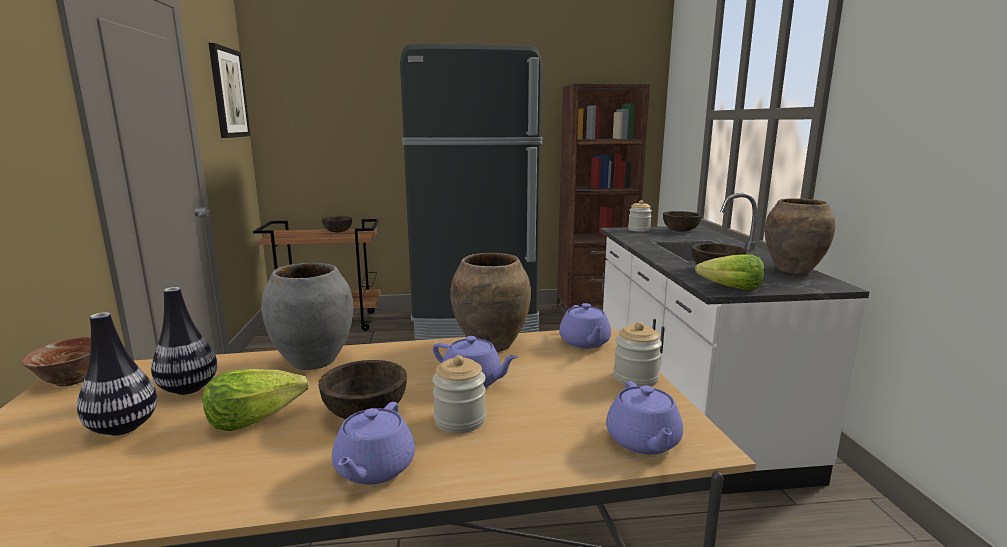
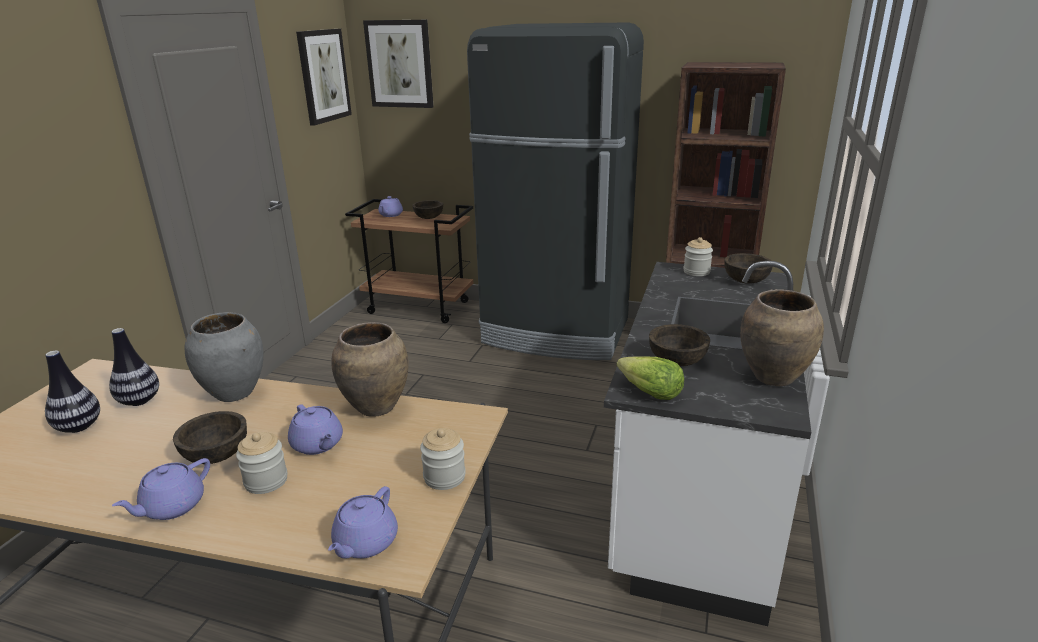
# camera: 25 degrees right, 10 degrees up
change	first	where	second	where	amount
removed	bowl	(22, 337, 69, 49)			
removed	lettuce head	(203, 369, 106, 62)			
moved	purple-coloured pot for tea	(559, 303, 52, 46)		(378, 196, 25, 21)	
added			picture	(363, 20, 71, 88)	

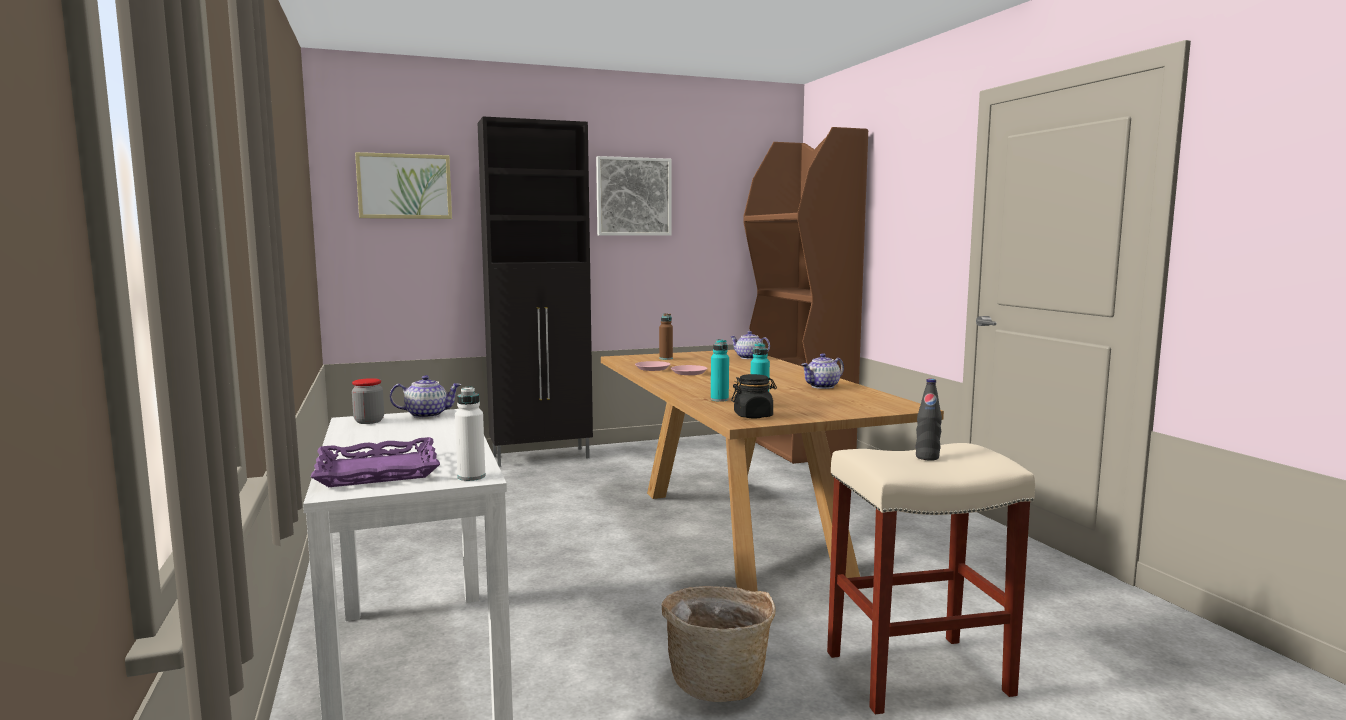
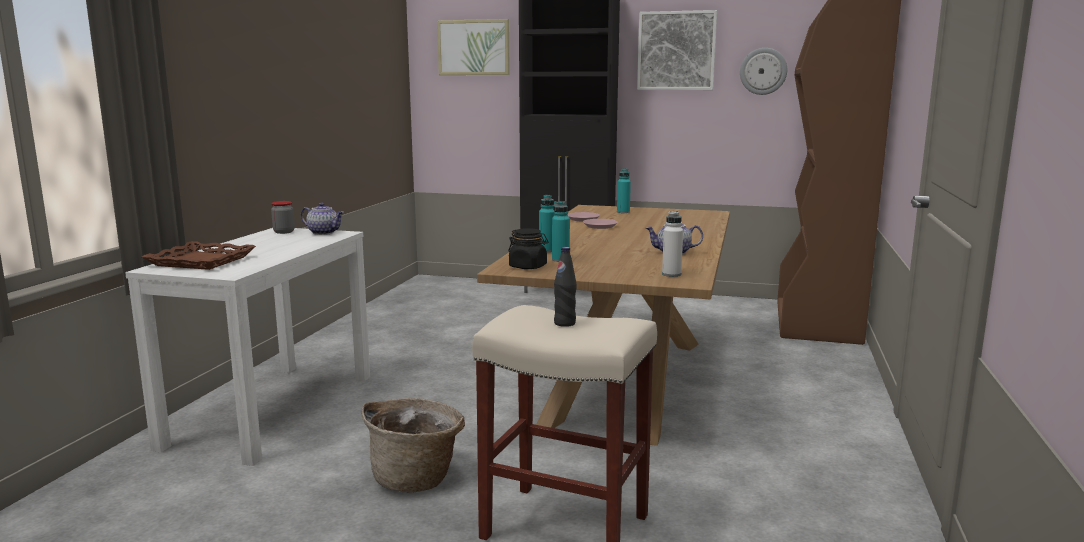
# camera: 35 degrees right, 5 degrees up
change	first	where	second	where	amount
recoloured	purple-coloured carrying tray	(311, 437, 129, 50)	brown-coloured carrying tray	(142, 241, 114, 29)	
moved	whitish beverage bottle	(455, 387, 31, 94)		(662, 211, 21, 66)	
recoloured	brown-coloured beverage bottle	(659, 313, 14, 47)	blue-green beverage bottle	(617, 168, 14, 45)	
removed	pot for tea	(731, 331, 39, 28)			
added			hanging clock	(740, 48, 47, 47)	

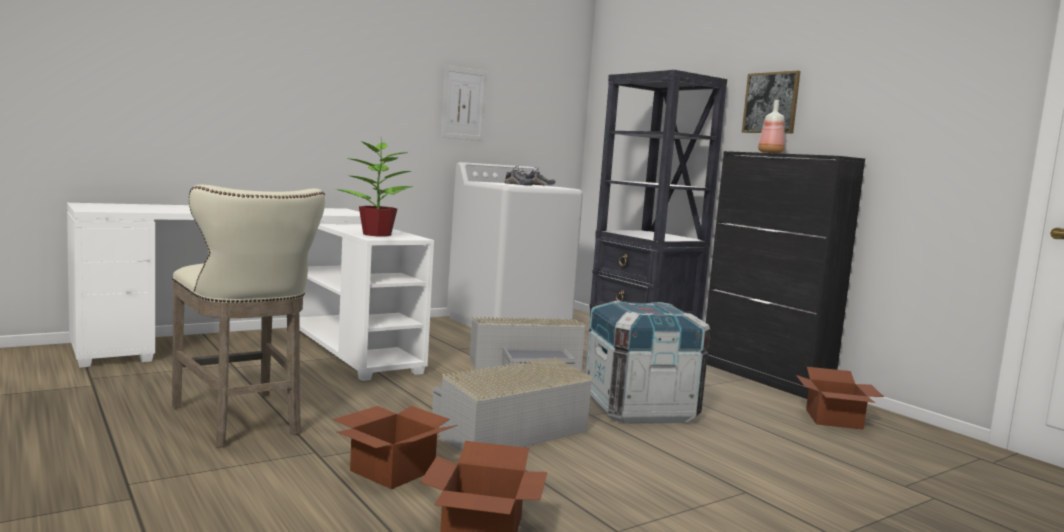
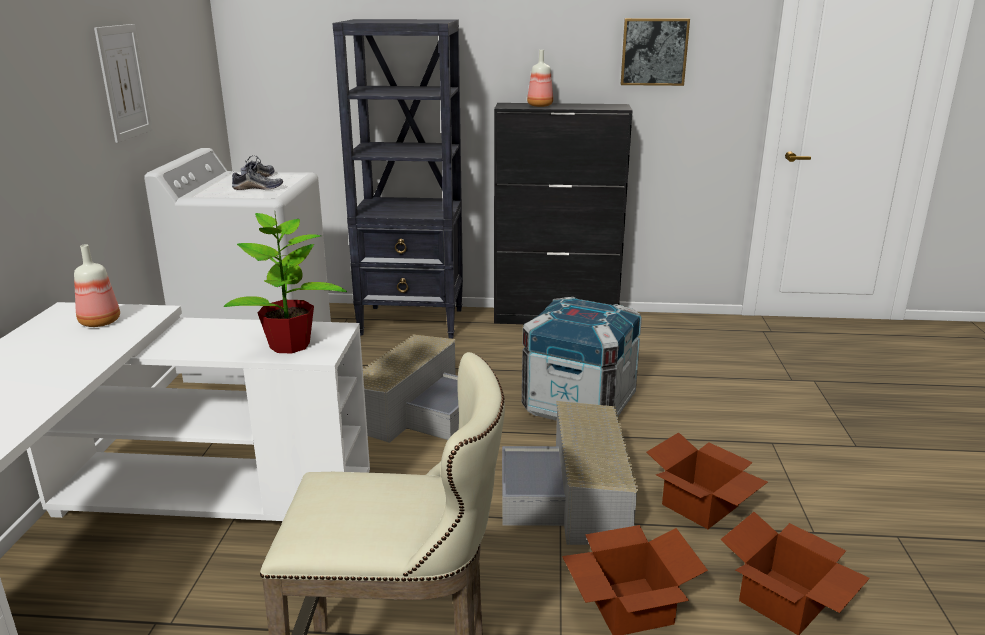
# camera: 50 degrees left, 15 degrees up
change	first	where	second	where	amount
moved	picture	(742, 71, 59, 63)		(621, 18, 69, 68)	
moved	cardboard box	(796, 367, 88, 63)		(647, 432, 121, 97)	
added			beverage bottle	(74, 244, 46, 83)	

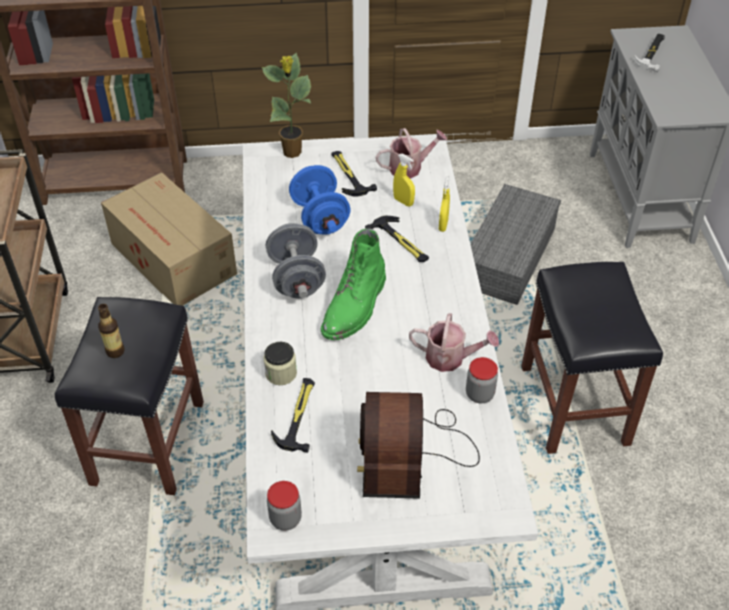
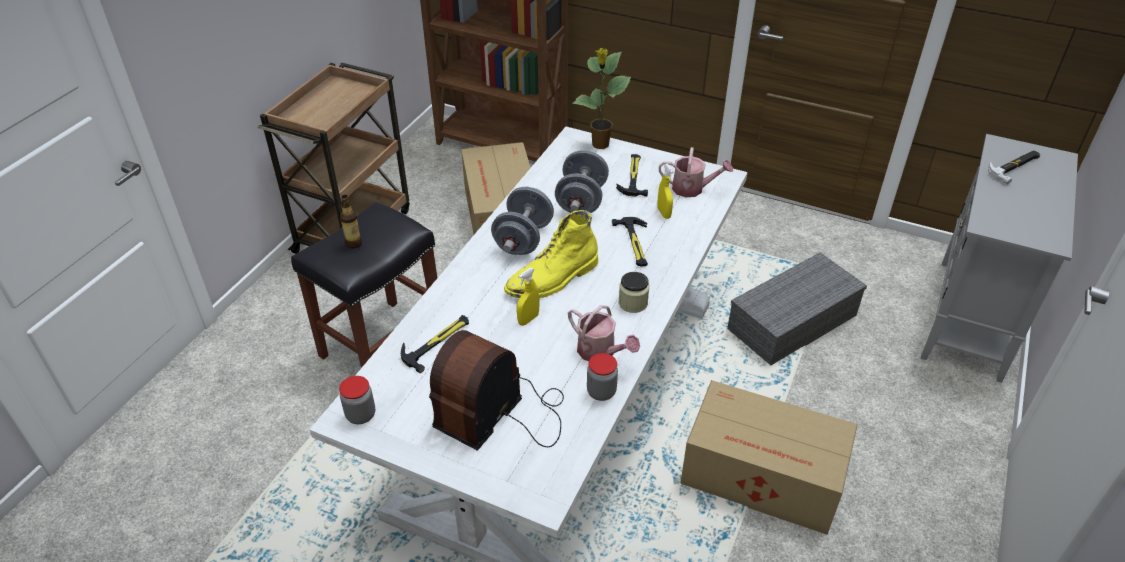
# camera: 30 degrees right, 5 degrees down
change	first	where	second	where	amount
moved	storage jar	(263, 342, 34, 43)		(619, 272, 30, 41)	
recoloured	blue-coloured free weight	(289, 165, 61, 69)	grey free weight	(555, 150, 54, 63)	
recoloured	greenish tall boot	(321, 229, 65, 111)	yellow tall boot	(504, 210, 95, 88)	
moved	yellow sprayer	(439, 176, 11, 56)		(517, 268, 23, 58)	
replaced	blackish stool seat	(521, 262, 142, 192)	cardboard box	(680, 380, 178, 155)	

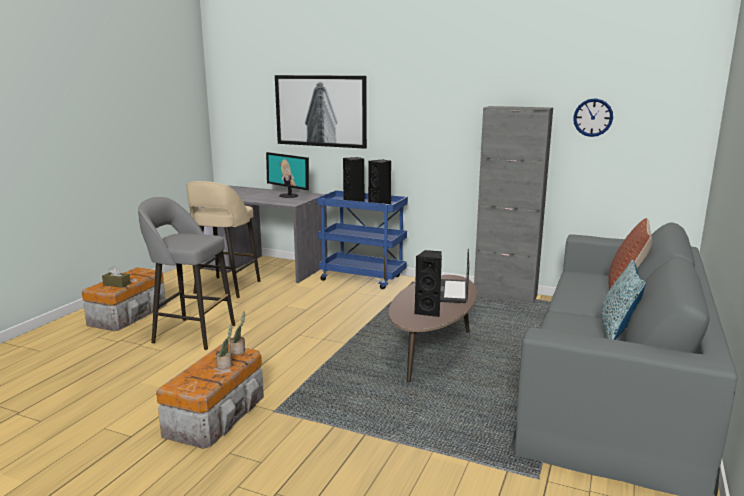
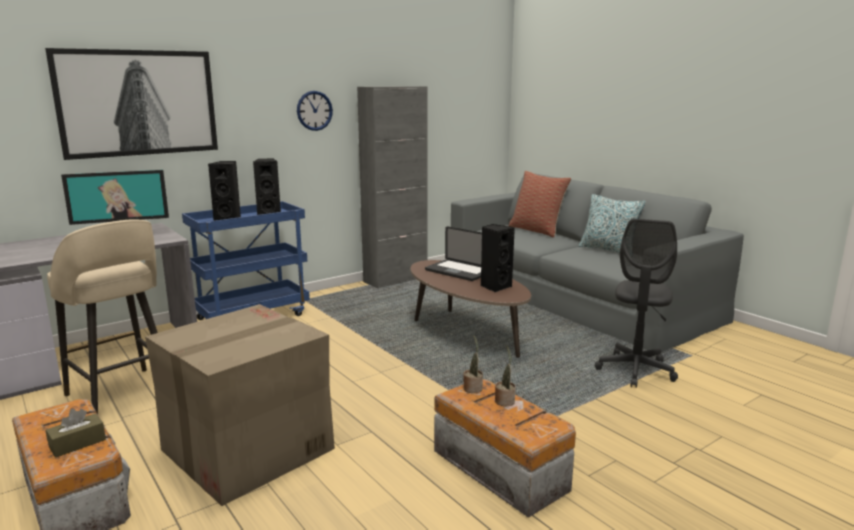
# camera: 60 degrees left, 0 degrees up
change	first	where	second	where	amount
replaced	grey stool seat	(138, 197, 97, 153)	cardboard box	(145, 304, 190, 202)	
moved	hanging clock	(573, 98, 40, 39)		(297, 91, 36, 40)	
added			grey desk chair	(595, 219, 83, 169)	

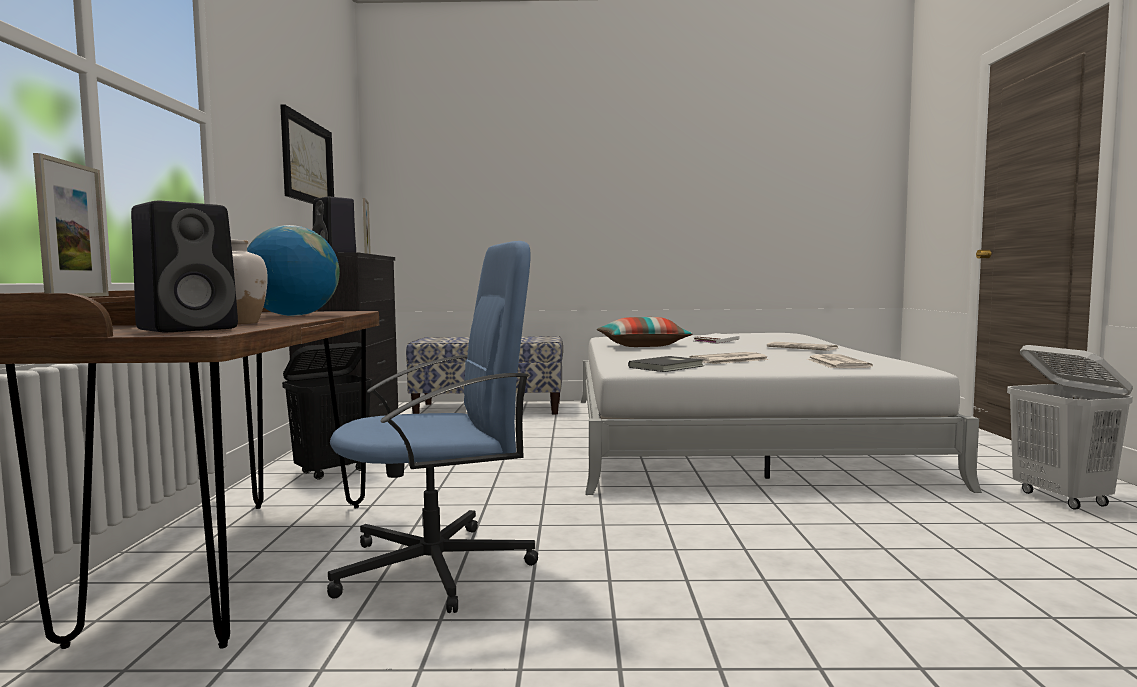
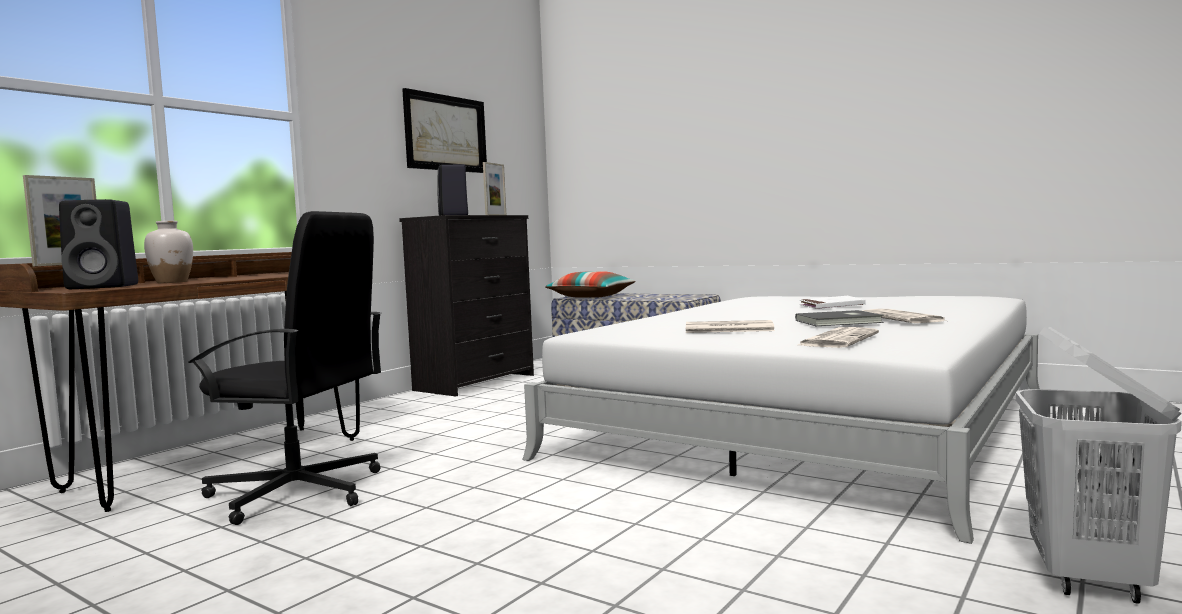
# camera: 35 degrees right, 0 degrees up
change	first	where	second	where	amount
removed	globe	(247, 225, 93, 91)			
removed	blackish hamper	(282, 342, 90, 138)			
recoloured	blue-coloured desk chair	(327, 241, 211, 372)	blackish desk chair	(188, 211, 194, 314)	
moved	pillow	(597, 317, 96, 30)		(545, 271, 91, 27)	
moved	grey book	(628, 356, 76, 16)		(795, 310, 88, 16)	

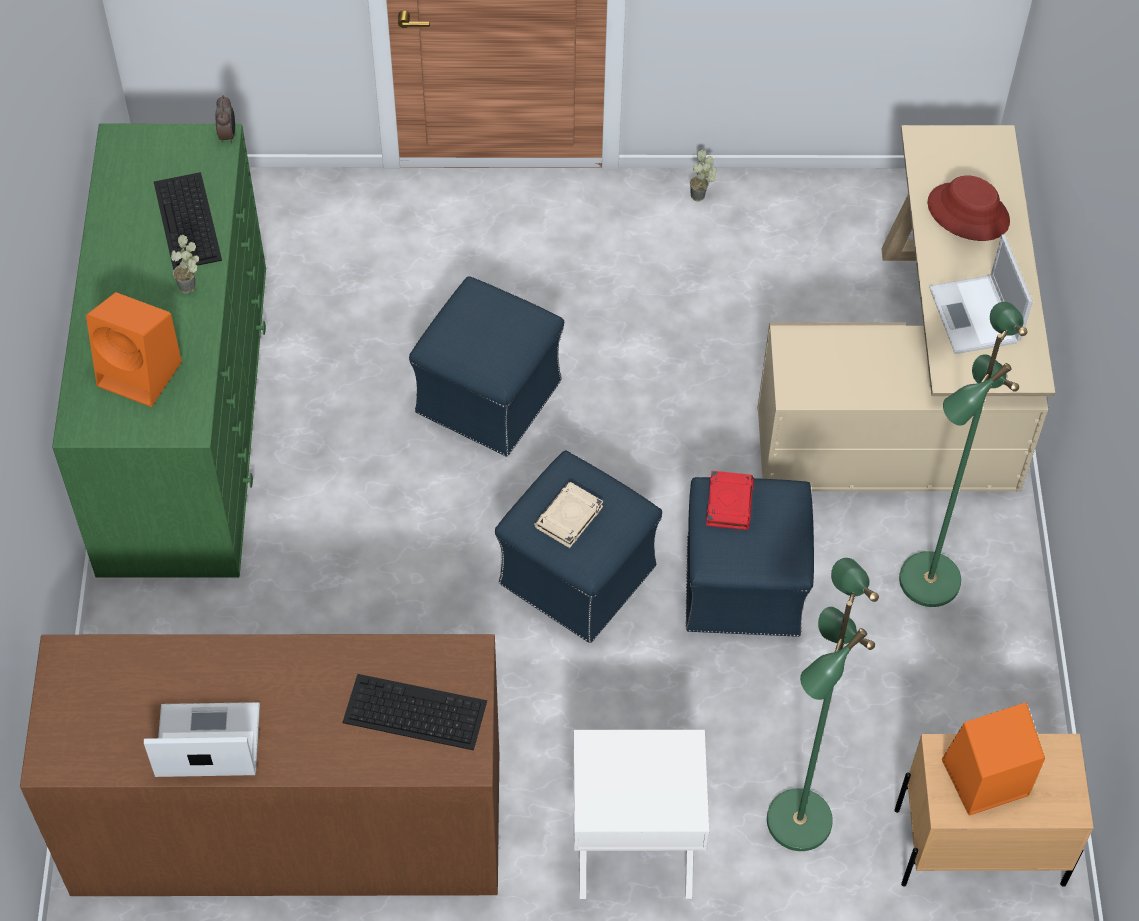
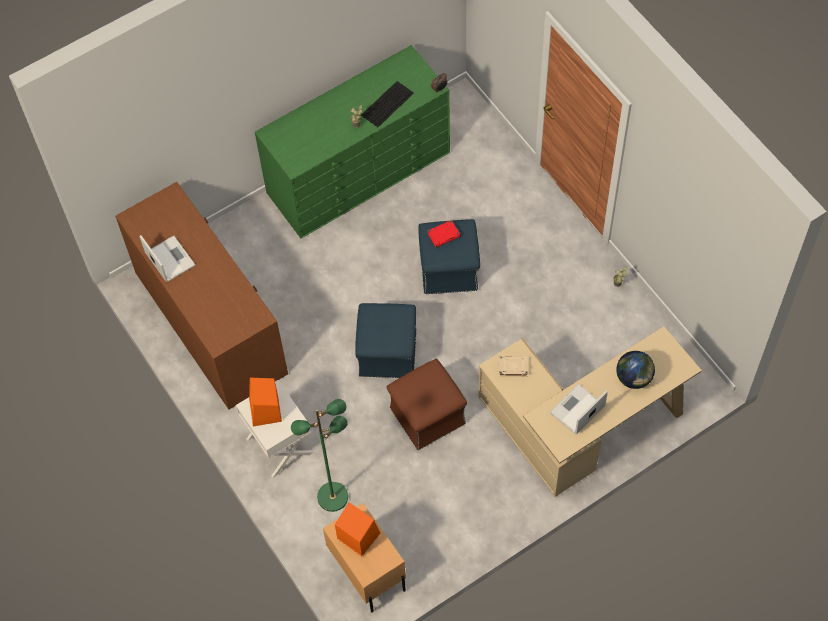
# camera: 60 degrees right, 5 degrees up
change	first	where	second	where	amount
moved	orange speaker	(86, 292, 96, 115)		(249, 378, 33, 48)	
removed	keyboard	(342, 674, 145, 76)			
moved	beige book	(534, 482, 69, 66)		(499, 356, 29, 21)	
recoloured	blue-coloured footrest	(685, 477, 129, 160)	brown-coloured footrest	(387, 359, 80, 91)	
moved	red-coloured book	(706, 471, 48, 59)		(428, 220, 33, 27)	
removed	greenish floor lamp	(899, 302, 128, 305)			
replaced	red-coloured clothing hat	(927, 176, 83, 65)	globe	(616, 351, 39, 38)	

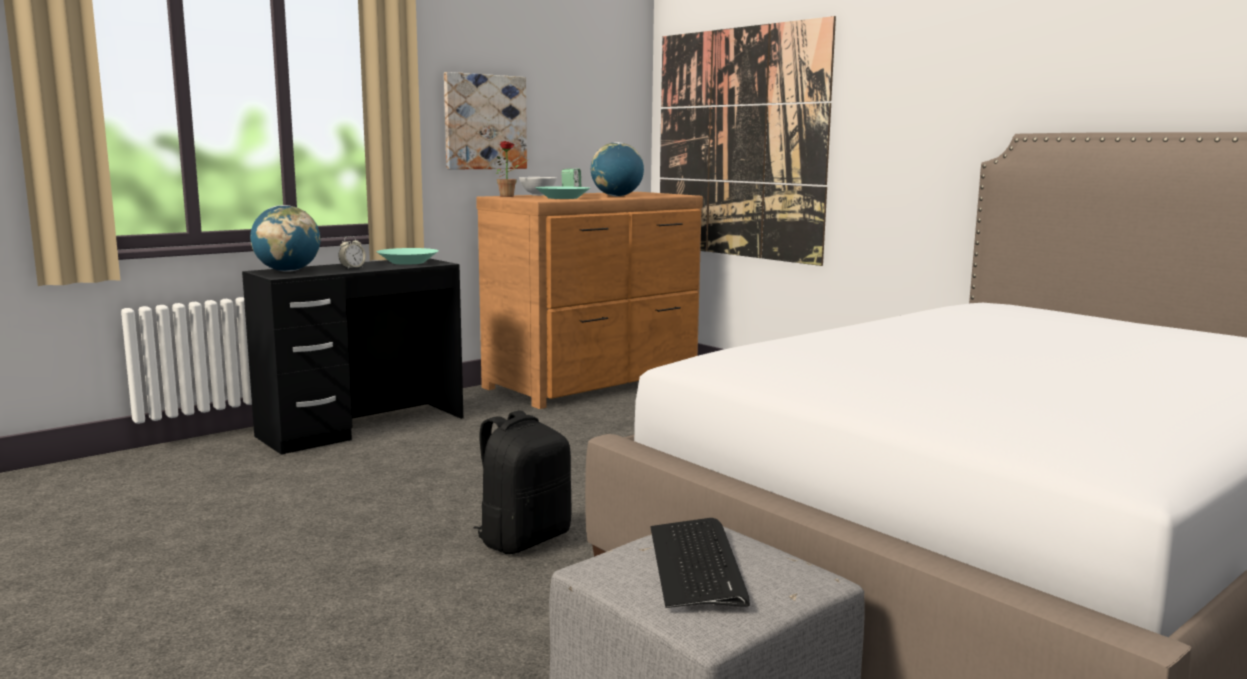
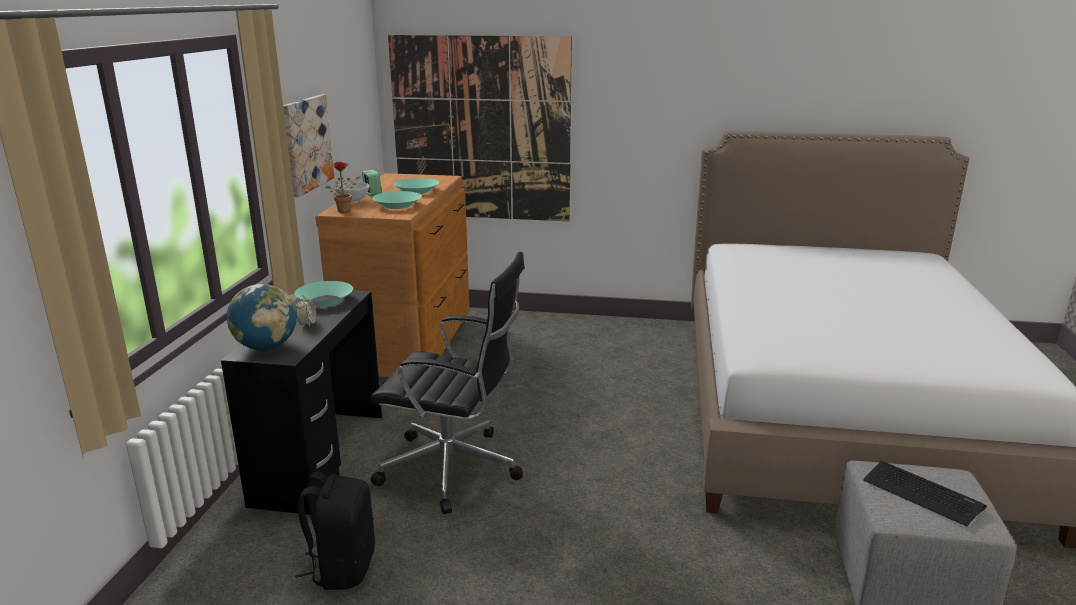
# camera: 40 degrees left, 10 degrees up
change	first	where	second	where	amount
moved	blackish knapsack	(473, 410, 98, 144)		(295, 471, 80, 119)	
replaced	globe	(591, 142, 53, 54)	blue-green bowl	(393, 178, 46, 16)	
added			blackish desk chair	(370, 252, 155, 262)	

